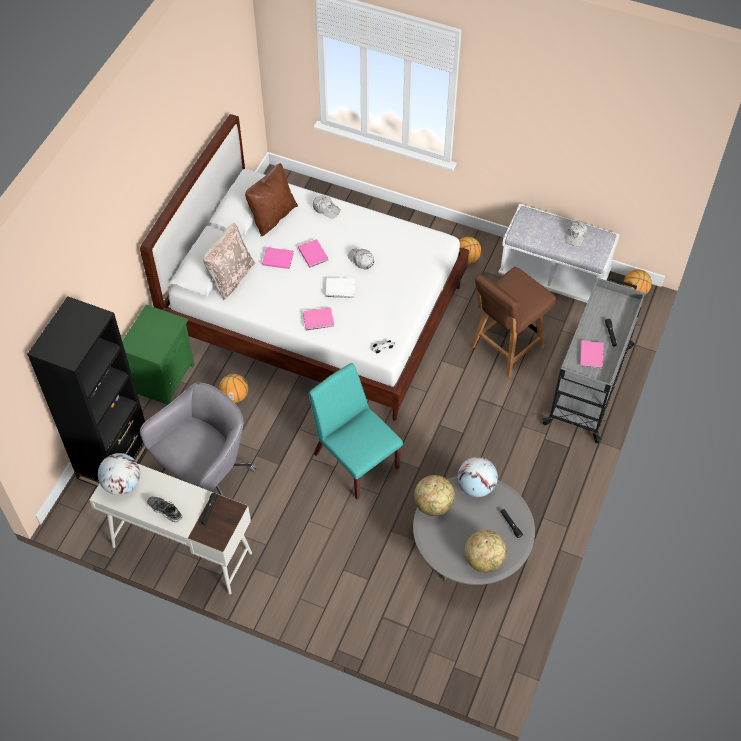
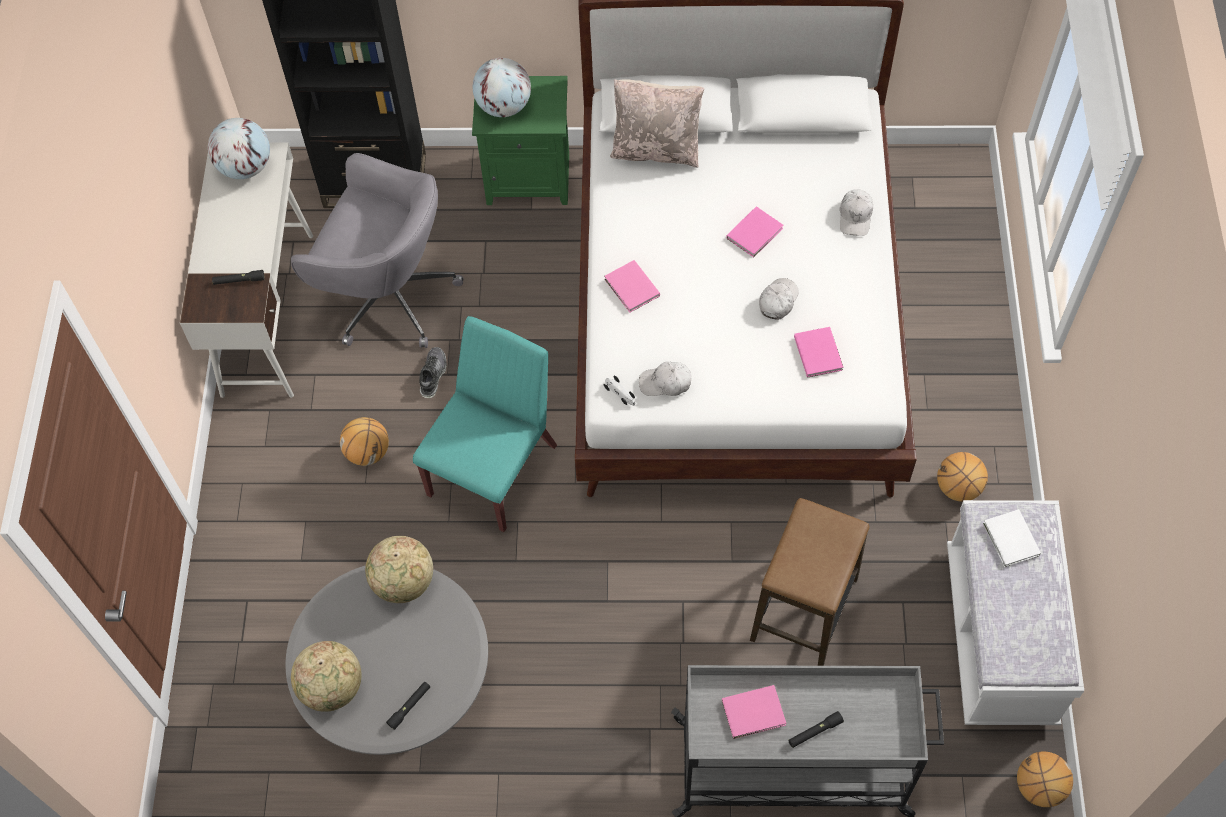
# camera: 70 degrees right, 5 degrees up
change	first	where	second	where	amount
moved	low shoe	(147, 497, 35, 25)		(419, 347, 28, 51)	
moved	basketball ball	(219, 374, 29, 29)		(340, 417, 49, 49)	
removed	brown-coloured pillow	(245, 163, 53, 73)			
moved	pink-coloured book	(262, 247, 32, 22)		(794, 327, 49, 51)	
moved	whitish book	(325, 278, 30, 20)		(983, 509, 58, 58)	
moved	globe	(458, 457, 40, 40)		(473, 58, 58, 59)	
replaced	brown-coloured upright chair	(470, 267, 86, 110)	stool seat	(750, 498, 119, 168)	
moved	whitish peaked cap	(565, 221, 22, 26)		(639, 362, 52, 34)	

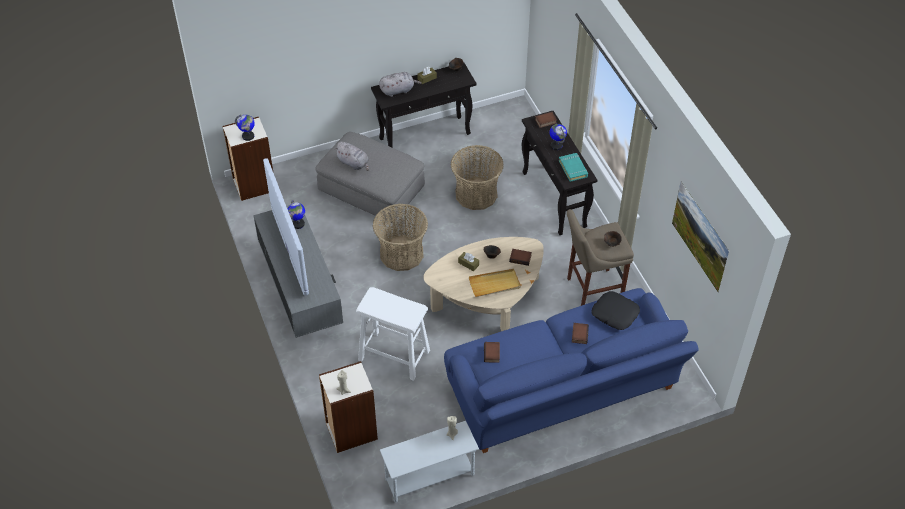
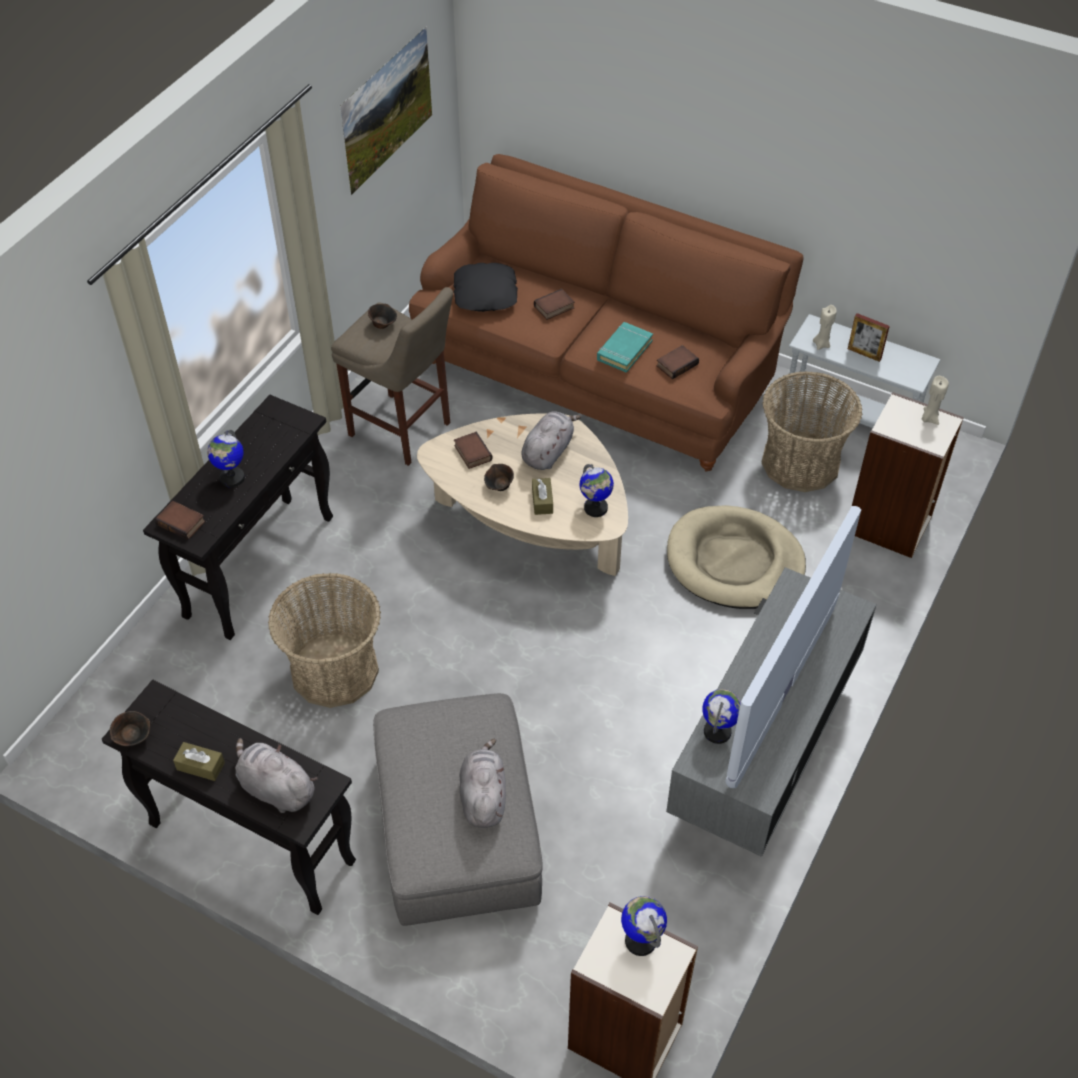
# camera: 130 degrees left, 0 degrees up
change	first	where	second	where	amount
replaced	whitish stool seat	(356, 287, 74, 94)	beige dog bed	(667, 505, 139, 104)	
moved	household basket	(373, 204, 55, 67)		(761, 371, 102, 121)	
recoloured	blue-coloured couch	(444, 288, 255, 165)	brown-coloured couch	(409, 154, 395, 317)	
replaced	beige carrying tray	(469, 269, 52, 28)	grey soft toy	(521, 411, 60, 59)	
moved	blue-green book	(559, 153, 29, 29)		(597, 322, 56, 51)	
added			globe	(580, 464, 34, 53)	
added			photo frame	(848, 313, 42, 49)	

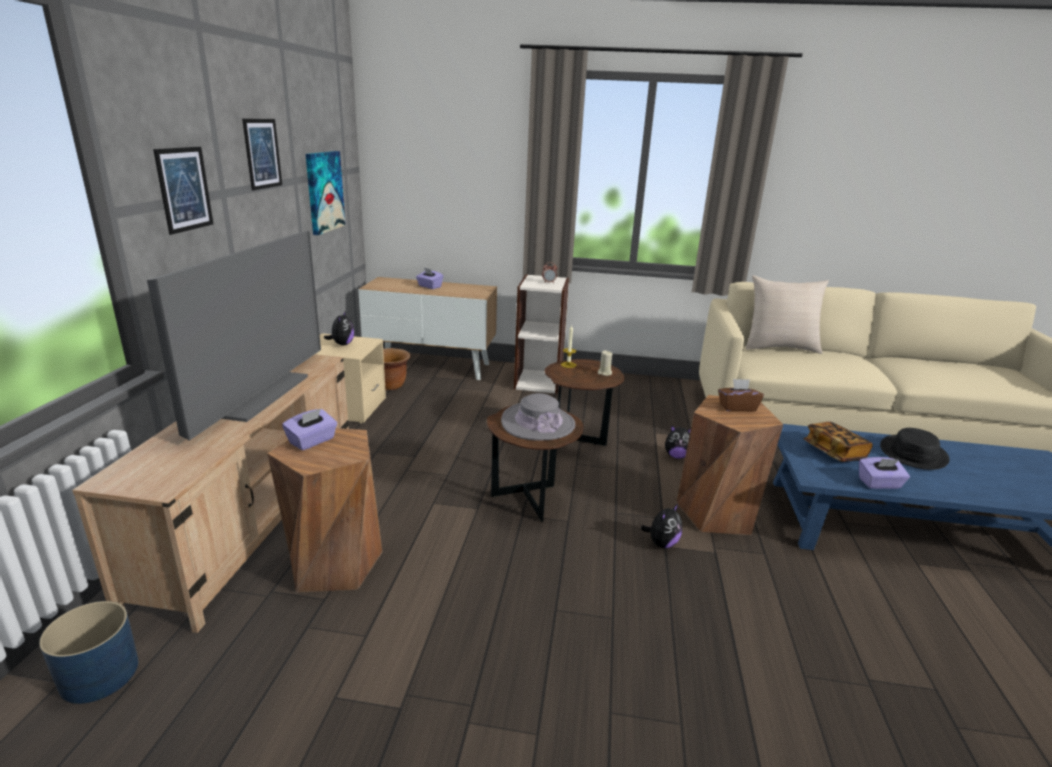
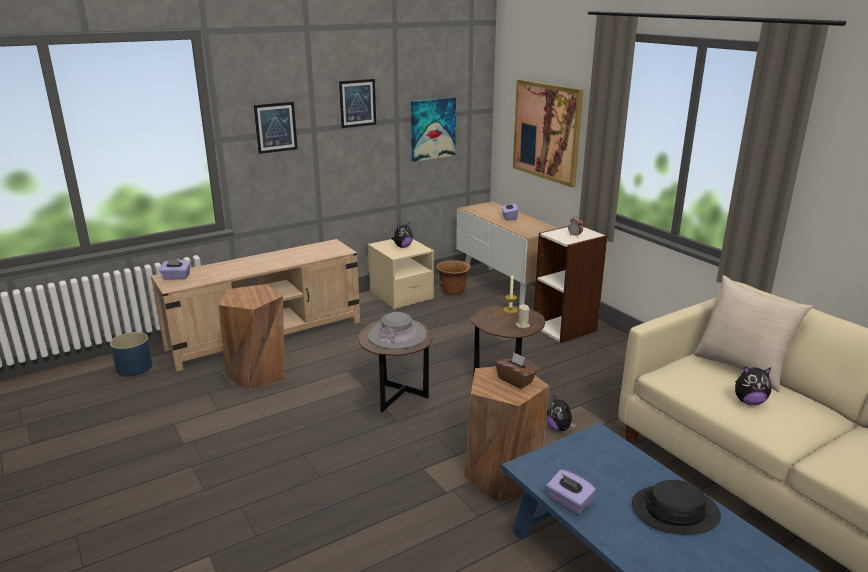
# camera: 50 degrees right, 0 degrees up
change	first	where	second	where	amount
removed	television	(147, 231, 174, 209)			
moved	purple-coloured box of tissues	(282, 409, 55, 41)		(159, 259, 32, 21)	
moved	soft toy	(641, 504, 41, 44)		(735, 366, 36, 39)	
removed	book	(803, 422, 70, 40)			
added			picture	(513, 79, 70, 108)	

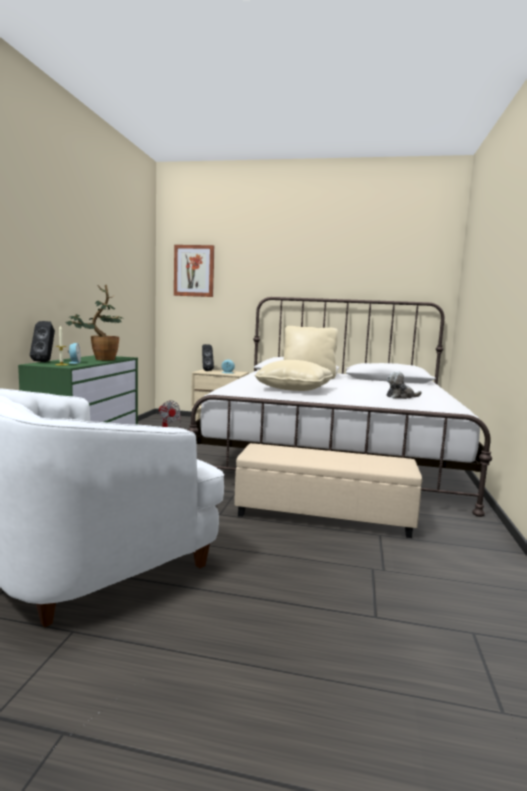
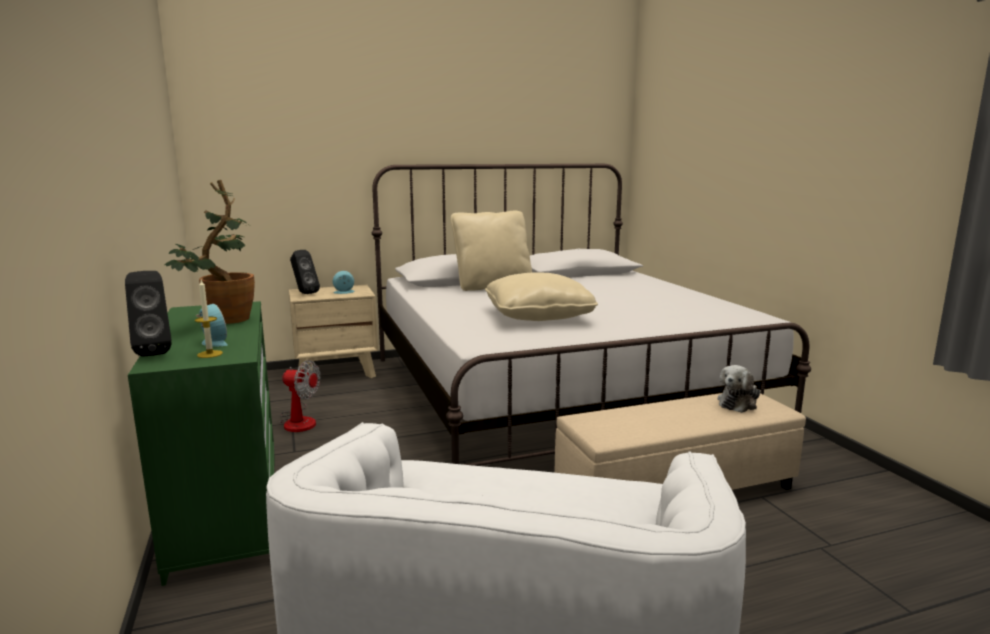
# camera: 30 degrees left, 5 degrees up
change	first	where	second	where	amount
removed	picture	(174, 245, 40, 52)			
moved	soft toy	(386, 371, 36, 28)		(718, 365, 42, 48)	

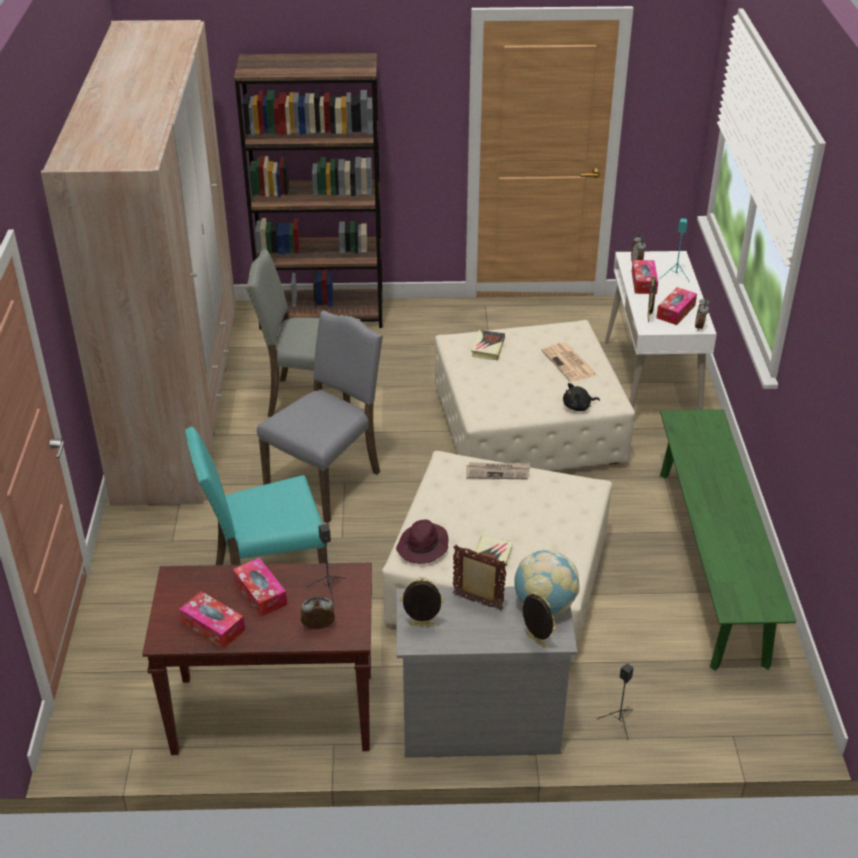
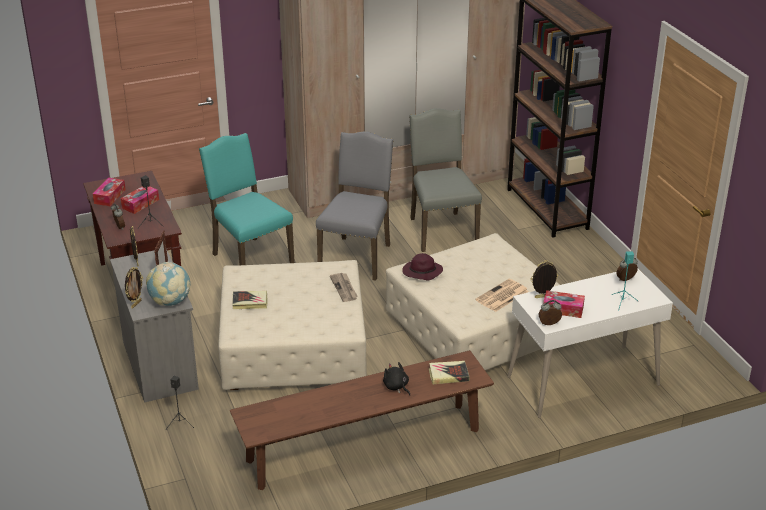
# camera: 70 degrees right, 5 degrees down
change	first	where	second	where	amount
turned	grey upright chair	(257, 311, 126, 213)		(316, 131, 77, 150)	90 degrees counterclockwise
moved	purple-coloured clothing hat	(396, 520, 53, 44)		(402, 253, 41, 28)	
moved	book	(471, 330, 34, 30)		(429, 361, 41, 24)	
moved	blackish soft toy	(563, 383, 37, 28)		(383, 362, 27, 34)	
removed	box of tissues	(632, 260, 26, 34)			
recoloured	greenish long seat	(660, 409, 136, 262)	brown-coloured long seat	(230, 350, 264, 140)	

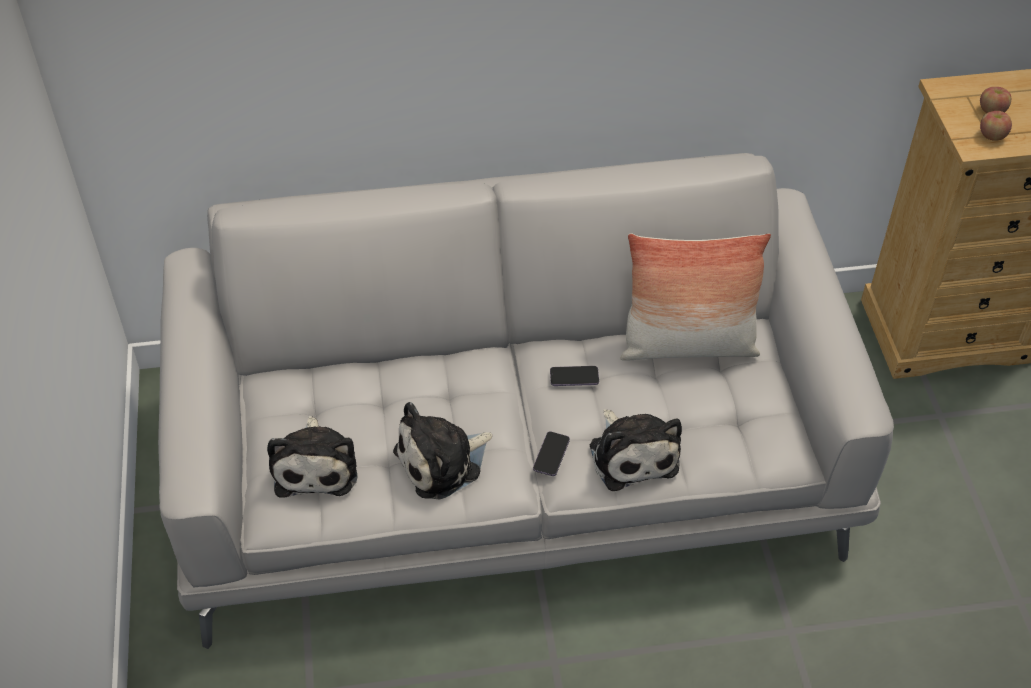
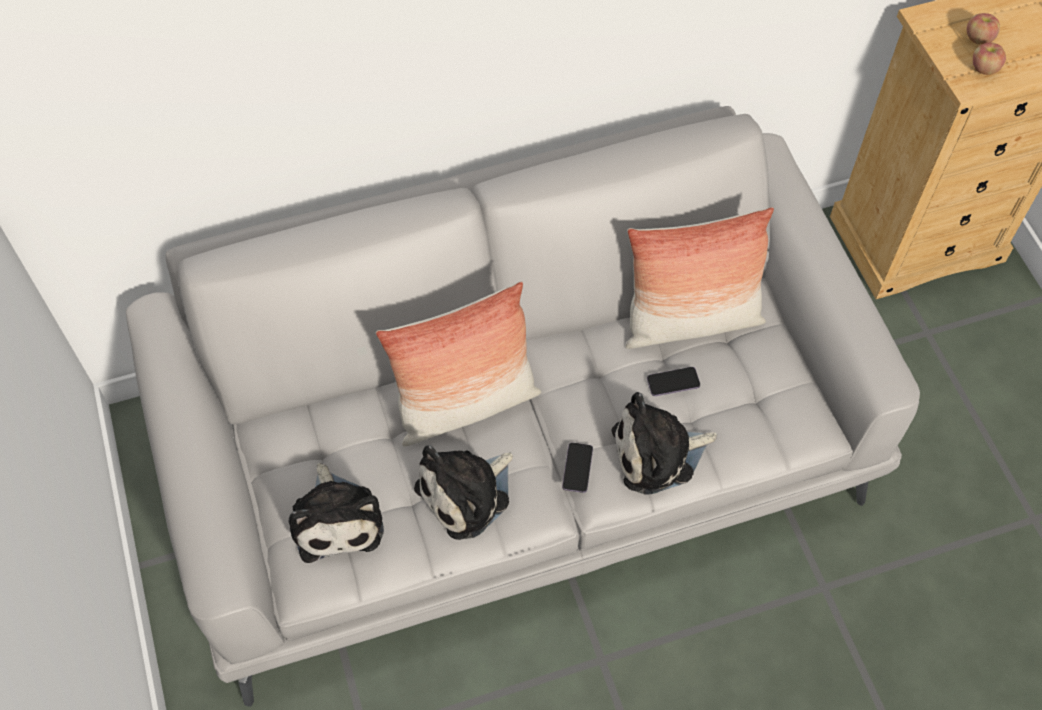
# camera: 10 degrees left, 10 degrees up
change	first	where	second	where	amount
moved	handset	(550, 366, 49, 20)		(647, 367, 53, 29)	
turned	soft toy	(590, 409, 92, 82)		(612, 392, 105, 103)	105 degrees clockwise
added			pillow	(376, 282, 165, 164)	

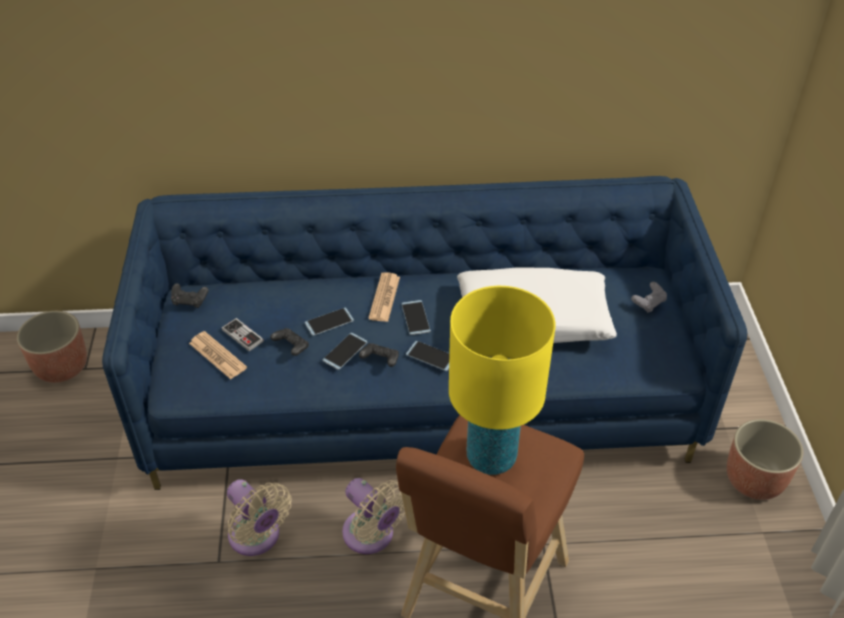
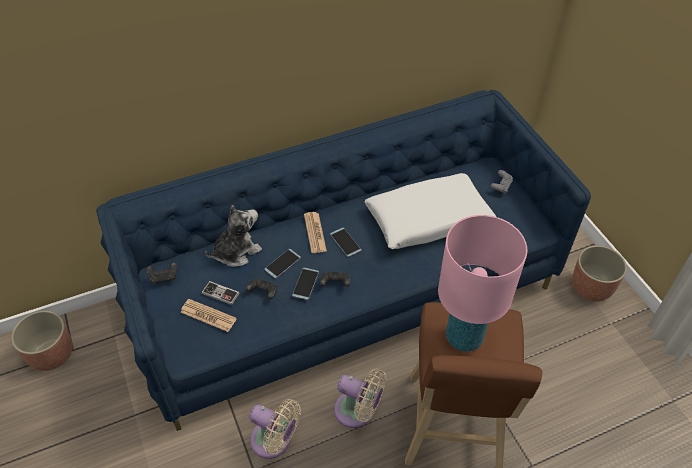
# camera: 20 degrees left, 5 degrees up
change	first	where	second	where	amount
removed	handset	(406, 341, 43, 30)			
recoloured	yellow lamp for a table	(449, 286, 107, 189)	pink-coloured lamp for a table	(438, 215, 90, 137)	
added			soft toy	(205, 205, 57, 62)	

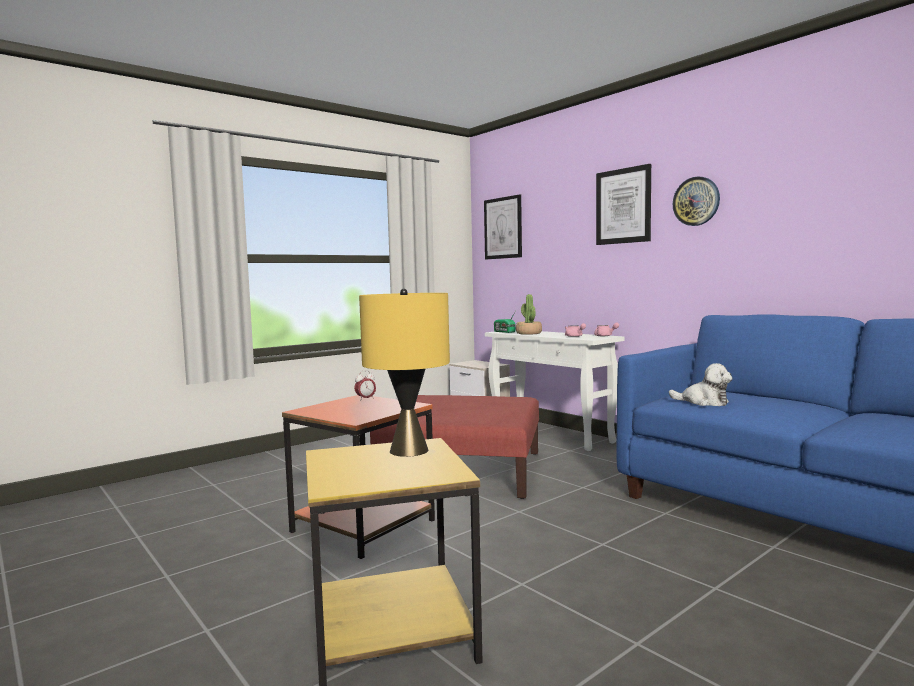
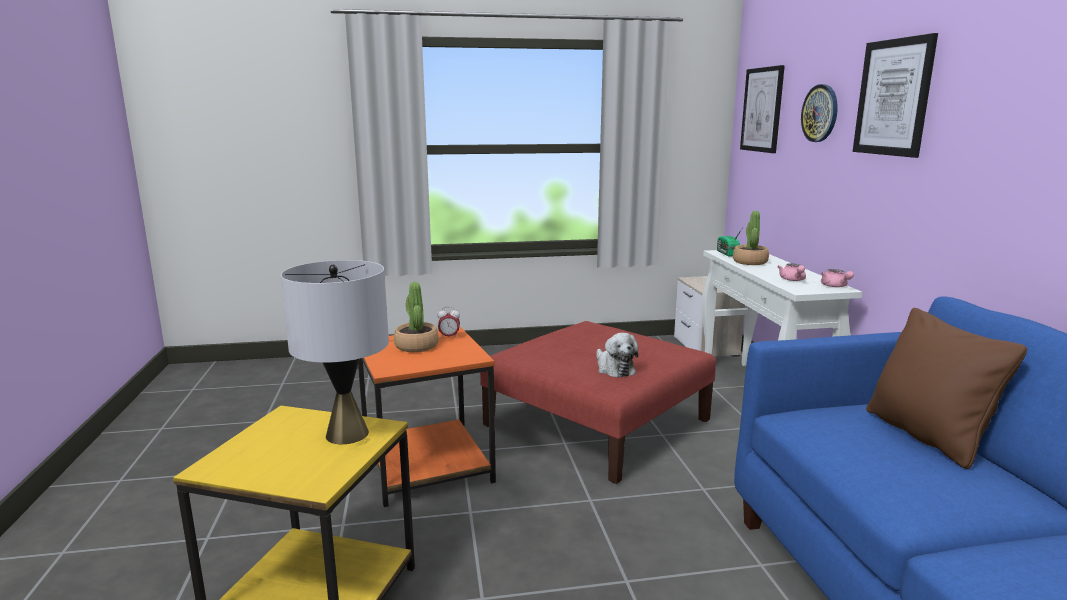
# camera: 30 degrees right, 10 degrees up
change	first	where	second	where	amount
recoloured	yellow lamp for a table	(359, 288, 91, 169)	grey lamp for a table	(281, 260, 108, 184)	
moved	soft toy	(669, 363, 63, 43)		(596, 333, 42, 45)	
moved	hanging clock	(673, 176, 47, 50)		(801, 84, 37, 58)	
added			potted plant	(394, 282, 45, 70)	
added			brown-coloured pillow	(866, 308, 161, 161)	

